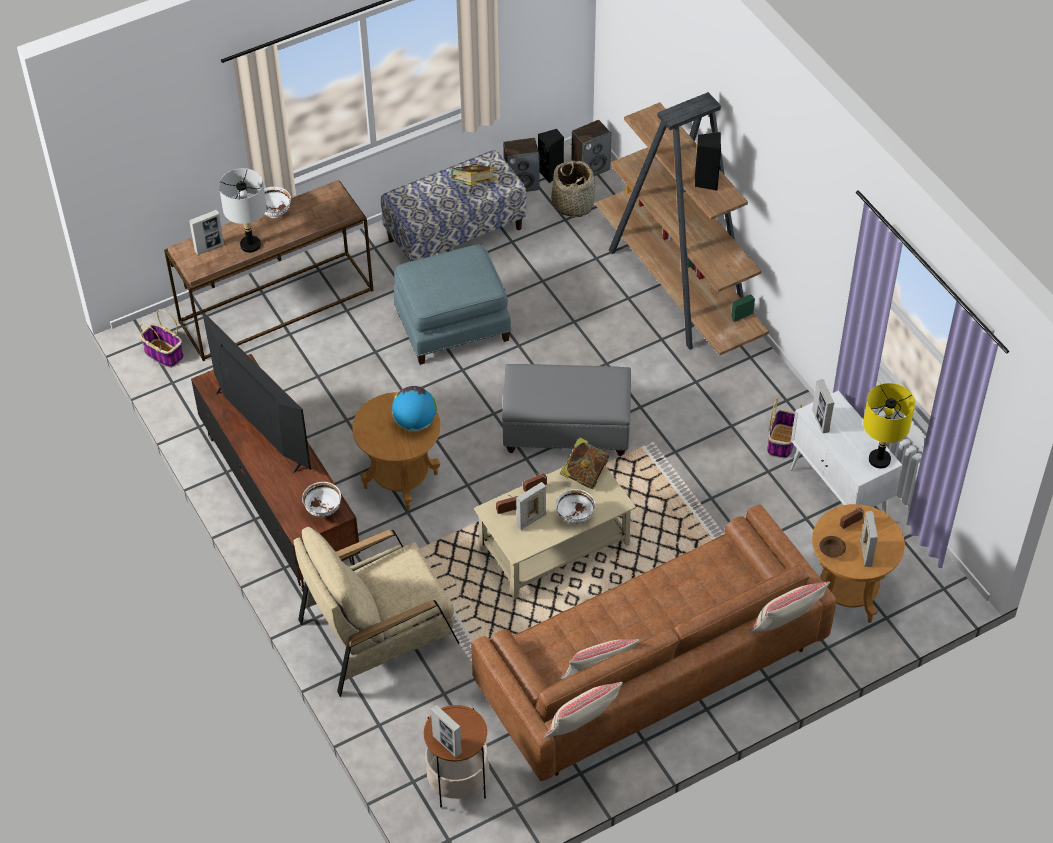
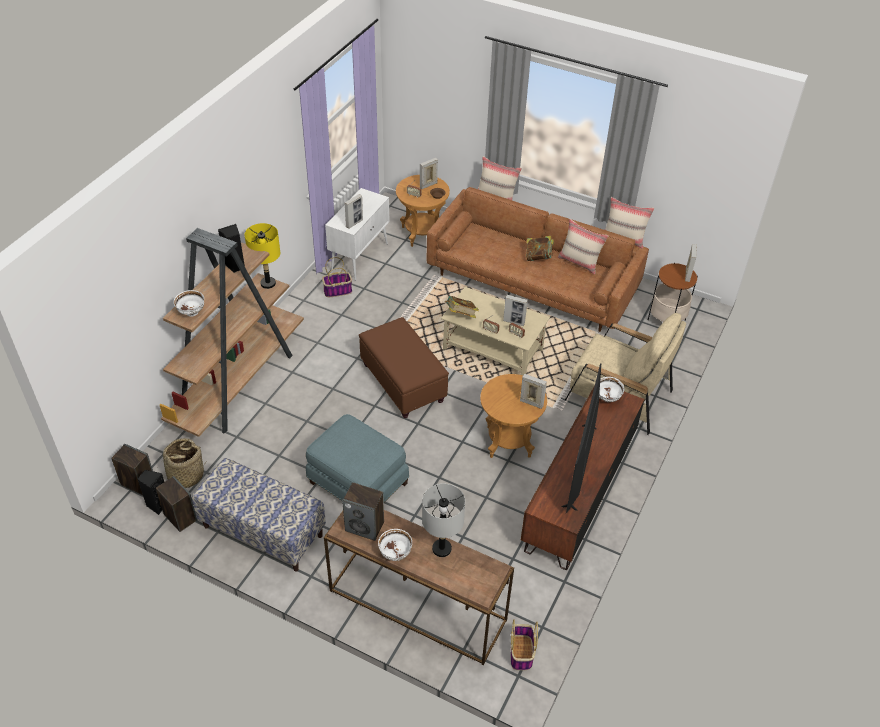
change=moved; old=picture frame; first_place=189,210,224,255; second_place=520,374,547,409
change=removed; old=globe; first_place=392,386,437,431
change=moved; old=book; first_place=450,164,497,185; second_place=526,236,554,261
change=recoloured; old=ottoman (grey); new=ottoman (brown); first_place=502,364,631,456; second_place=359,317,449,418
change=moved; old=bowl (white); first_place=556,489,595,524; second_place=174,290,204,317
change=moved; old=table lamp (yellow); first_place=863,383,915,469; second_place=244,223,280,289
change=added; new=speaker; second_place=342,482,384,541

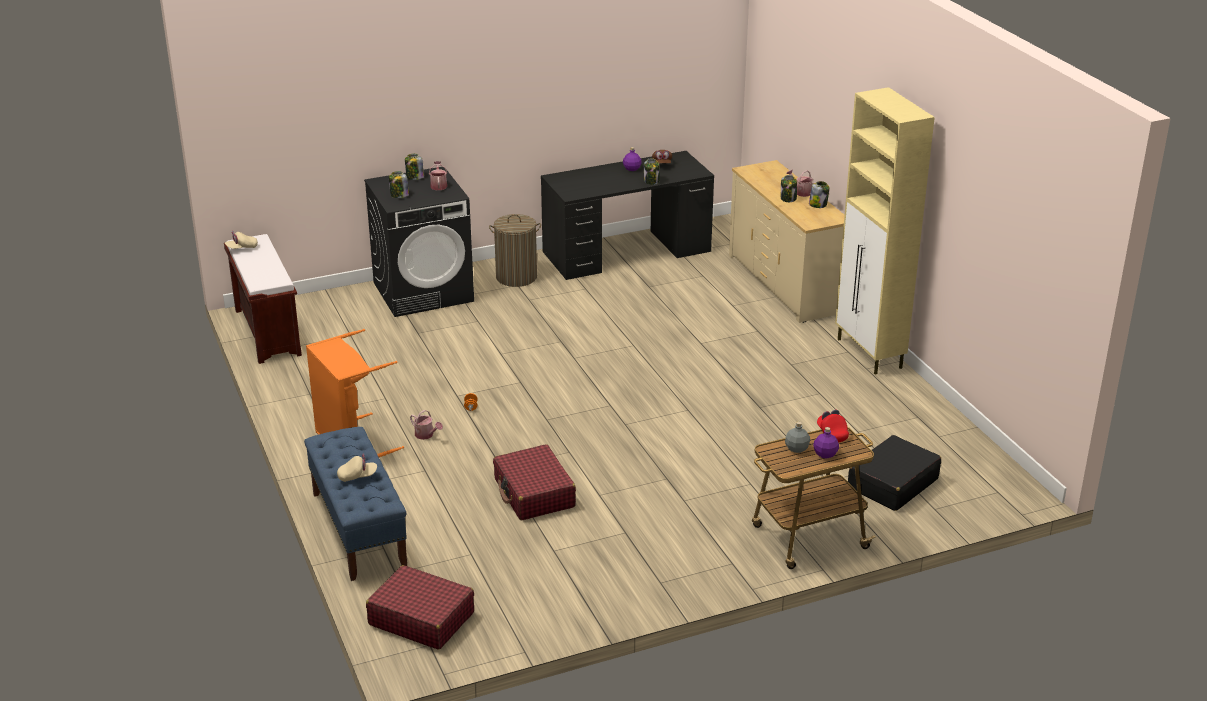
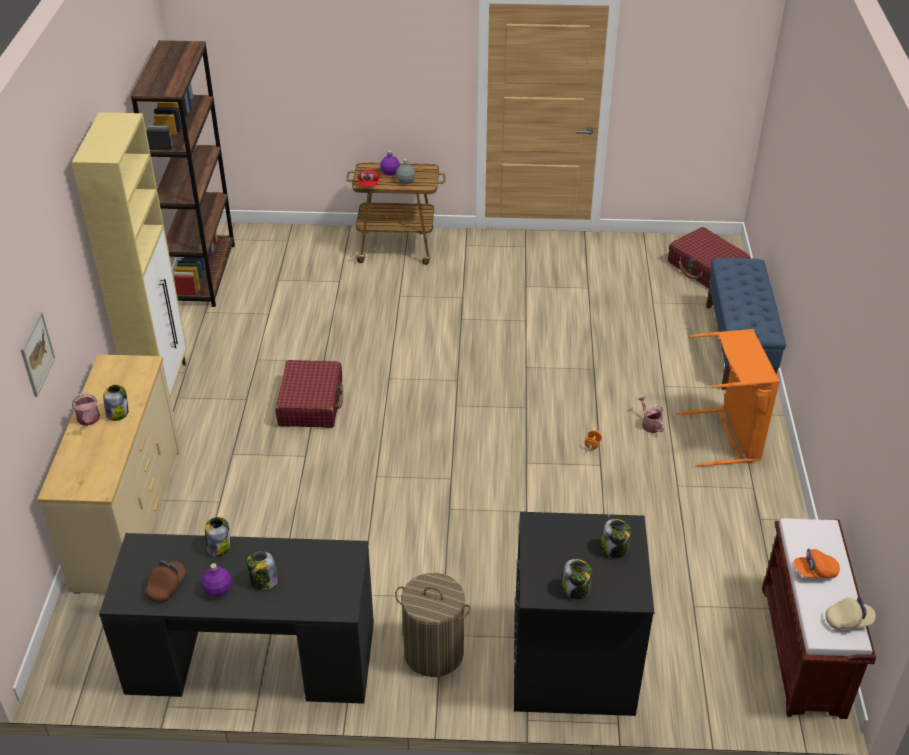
change=removed; old=cap (beige); first_place=337,453,377,482
change=removed; old=watering can; first_place=429,161,447,190
change=moved; old=suitcase (red); first_place=493,444,576,520; second_place=275,360,343,428
change=moved; old=jar; first_place=809,181,830,208; second_place=247,551,278,590
change=removed; old=suitcase (black); first_place=848,435,941,511
change=added; new=picture; second_place=21,312,55,397
change=added; new=bookcase (brown); second_place=130,40,235,307
change=added; new=cap (orange); second_place=794,548,840,578

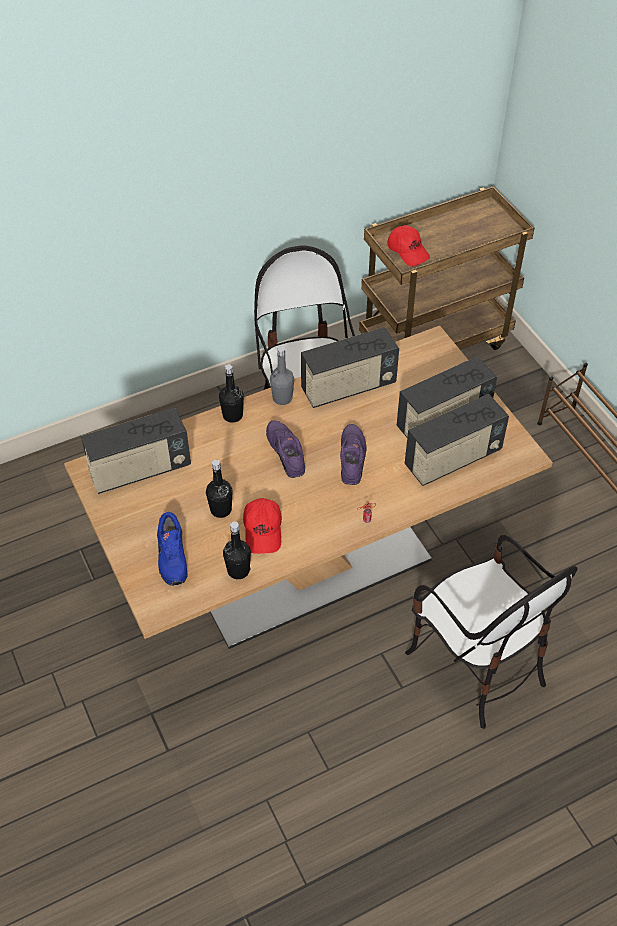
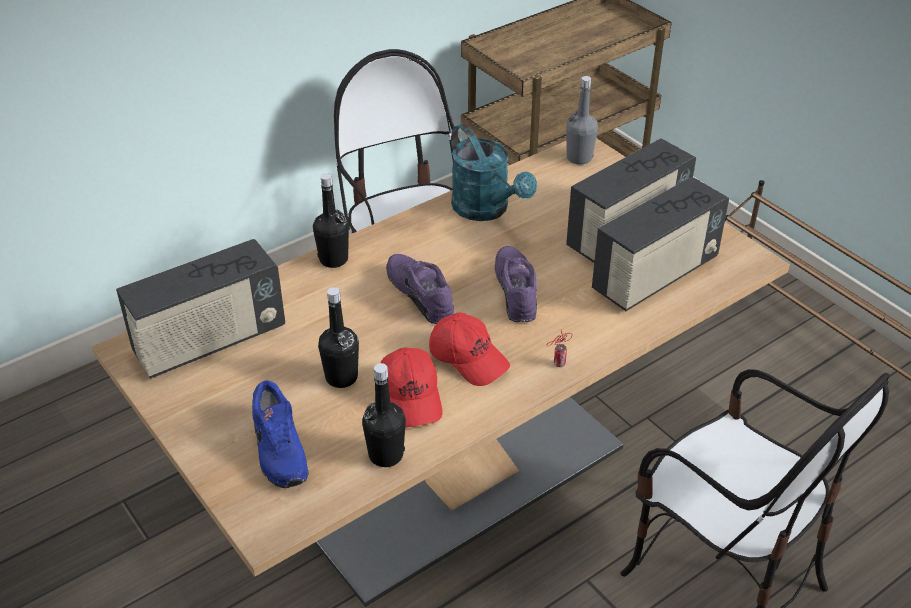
change=moved; old=bottle (grey); first_place=270,347,294,405; second_place=566,76,598,165
change=replaced; old=radio; new=watering can (turquoise); first_place=301,327,399,408; second_place=451,124,537,221
change=moved; old=cap (red); first_place=387,225,430,266; second_place=429,312,510,386

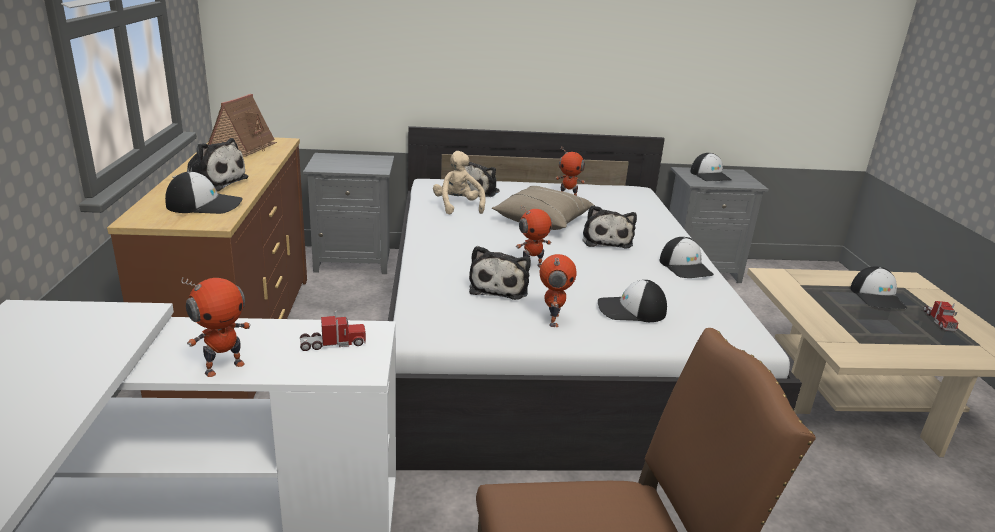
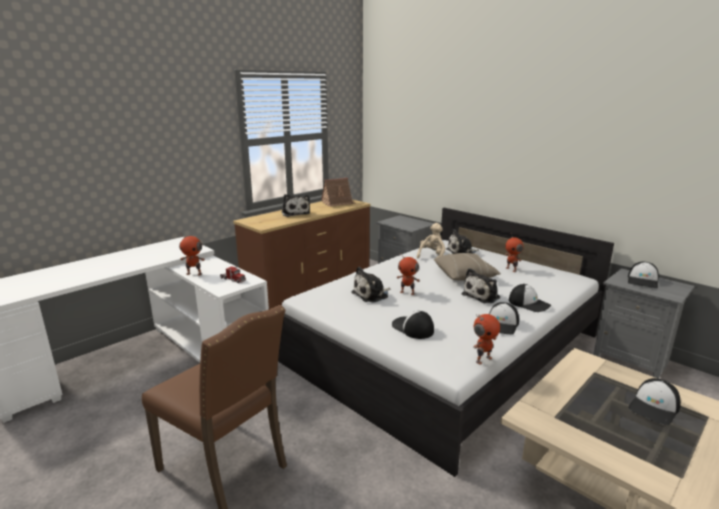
change=moved; old=cap; first_place=165,171,243,214; second_place=509,284,551,312
change=moved; old=toy robot; first_place=540,254,577,327; second_place=473,314,500,364
change=removed; old=toy truck; first_place=923,301,958,331

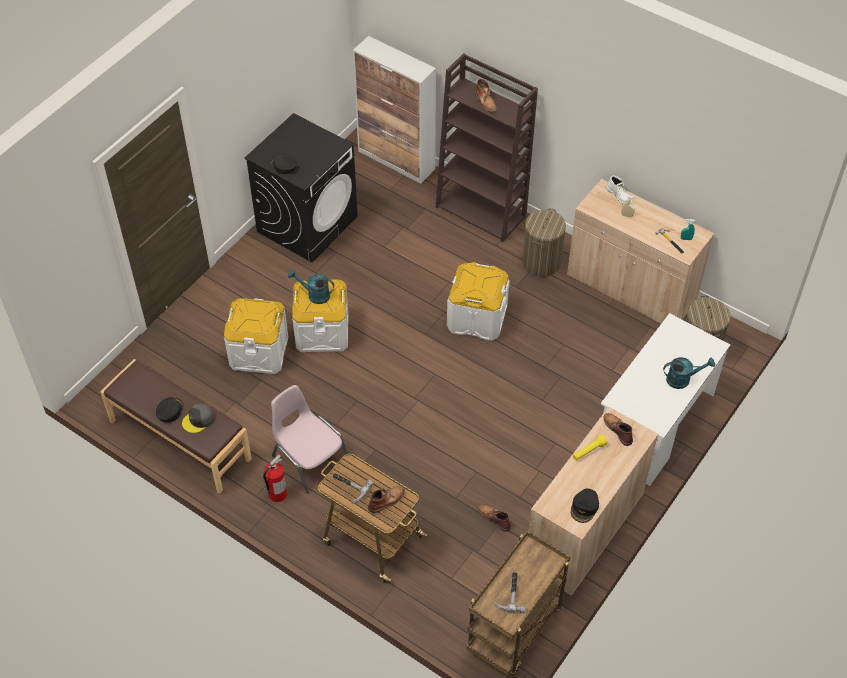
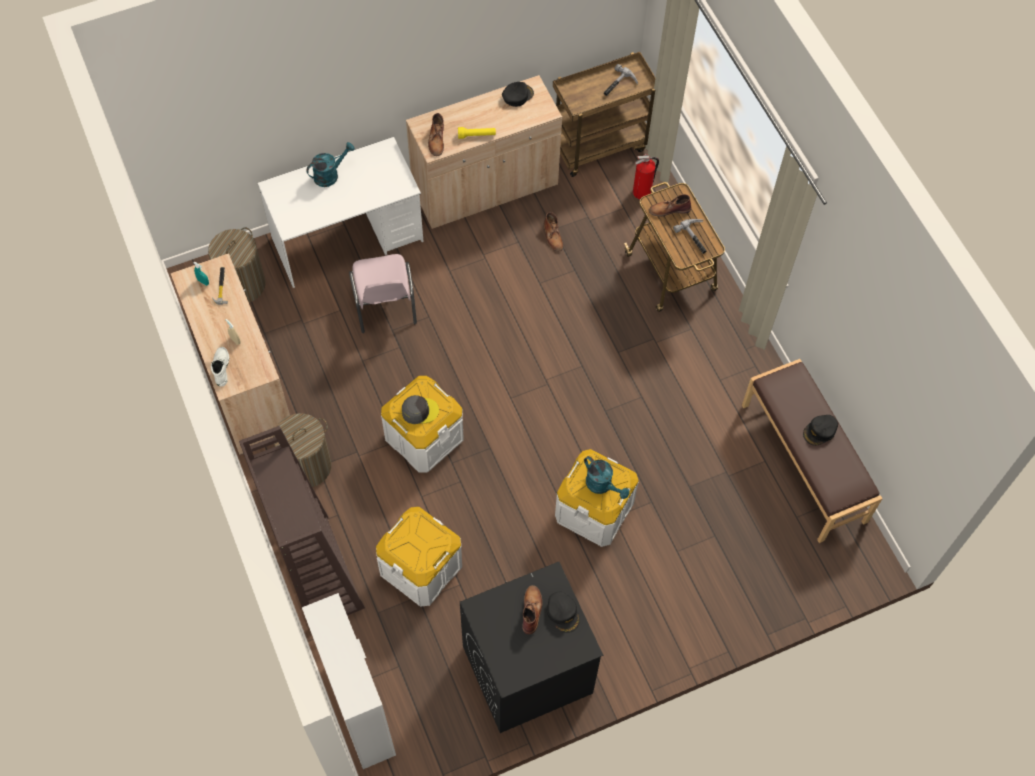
change=moved; old=cap (grey); first_place=182,403,215,433; second_place=402,395,439,424
change=moved; old=storage box (white); first_place=224,298,288,374; second_place=376,507,462,607
change=moved; old=fire extinguisher; first_place=263,454,287,502; second_place=633,154,659,199
change=moved; old=chair (pink); first_place=271,385,348,494; second_place=349,254,417,333
change=moved; old=boot (brown); first_place=475,79,497,112; second_place=522,585,542,635
change=turned; old=watering can (turquoise); first_place=663,357,715,389; second_place=306,142,355,187; degrees=120

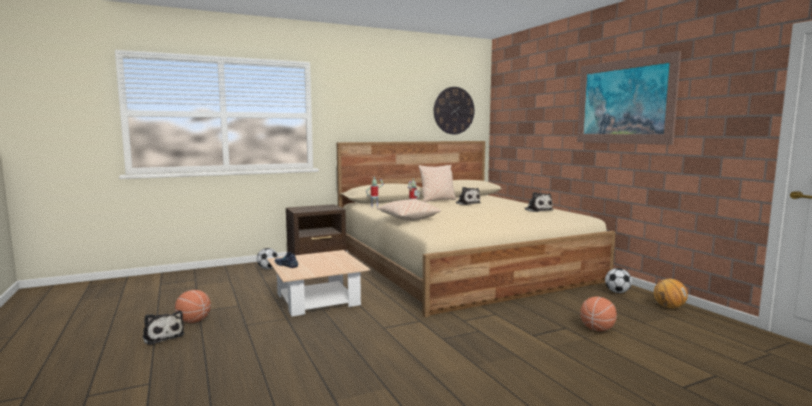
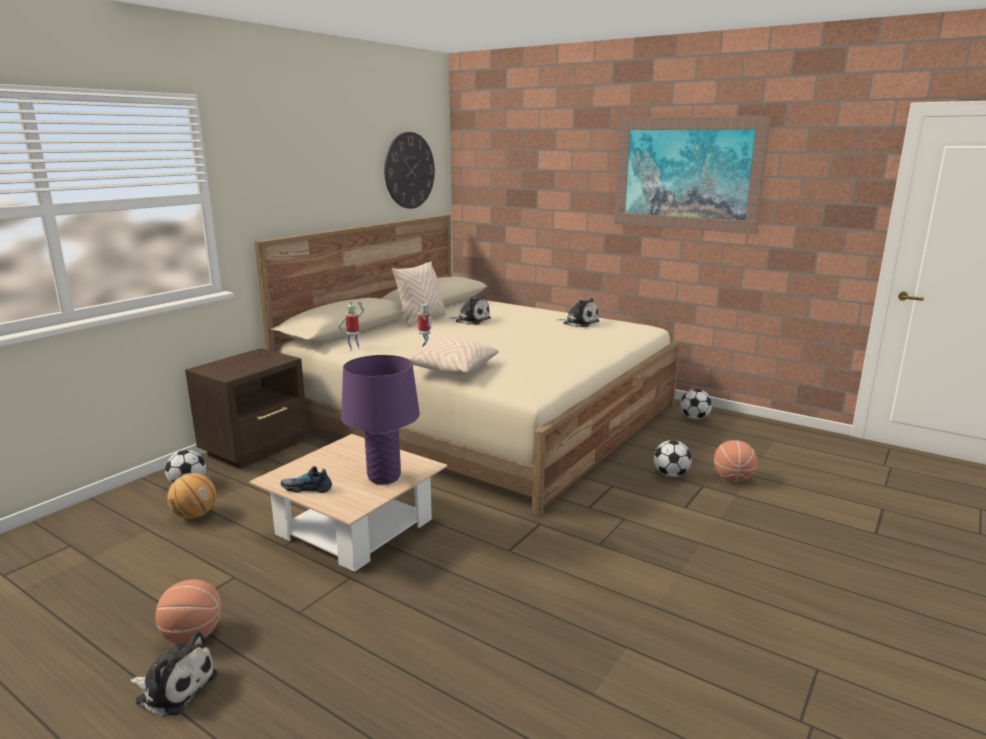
change=moved; old=basketball; first_place=654,279,688,309; second_place=167,473,216,519
change=added; new=table lamp (purple); second_place=341,355,420,484
change=added; new=football; second_place=654,440,692,477

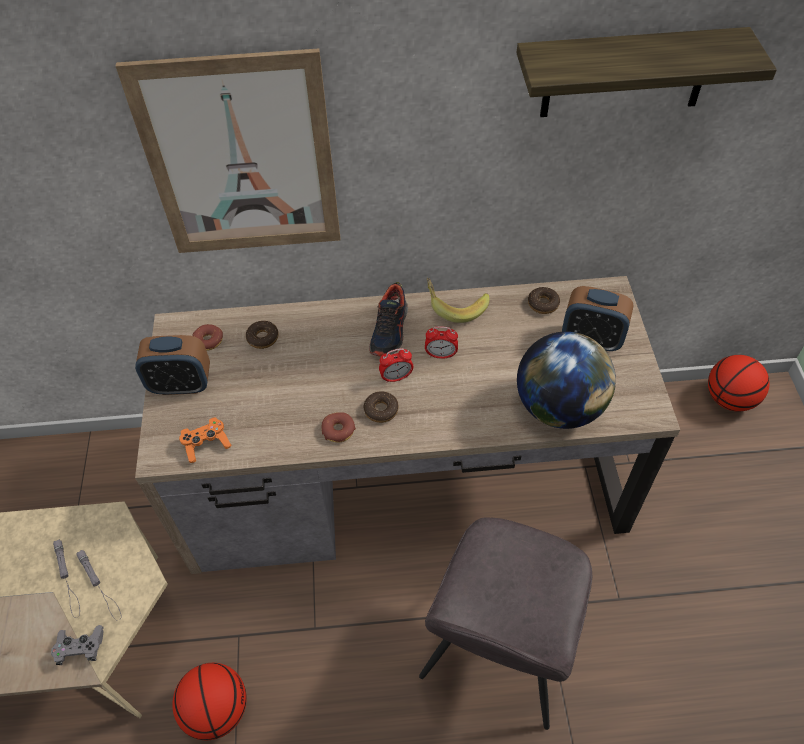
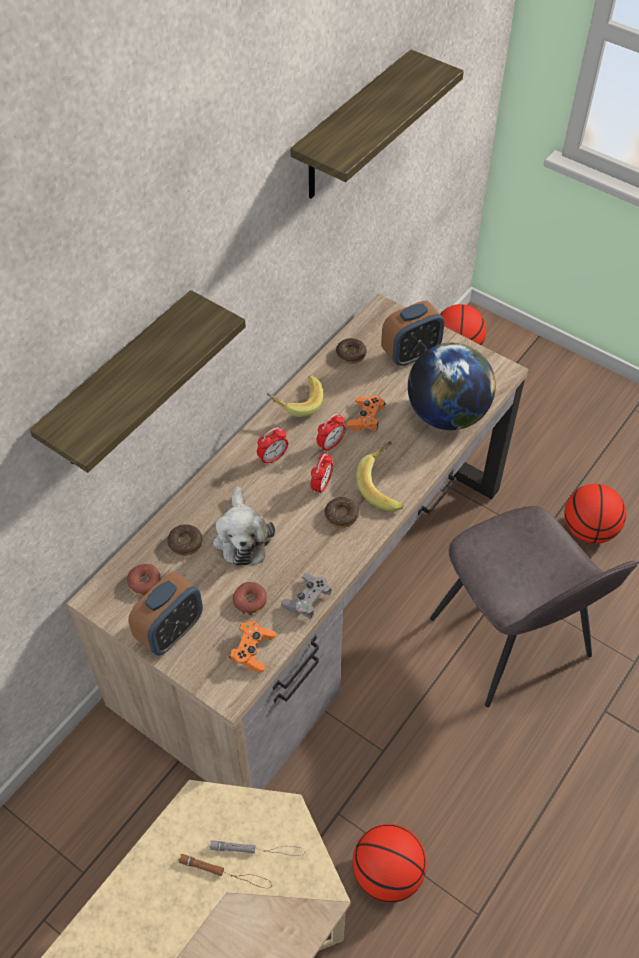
change=moved; old=game controller (grey); first_place=51,625,104,665; second_place=281,573,332,619
change=recoloured; old=flashlight (grey); new=flashlight (brown); first_place=53,540,80,618; second_place=179,854,270,888
change=replaced; old=picture; new=shelf; first_place=116,48,341,253; second_place=29,290,246,473
change=moved; old=donut; first_place=322,412,356,442; second_place=233,582,267,615
change=replaced; old=shoe; new=alarm clock; first_place=369,282,408,357; second_place=257,427,288,465
change=added; new=plush toy; second_place=213,487,275,566
change=added; new=game controller (orange); second_place=347,395,386,431
change=added; new=banana; second_place=356,441,404,512
change=added; new=basketball; second_place=564,484,626,544

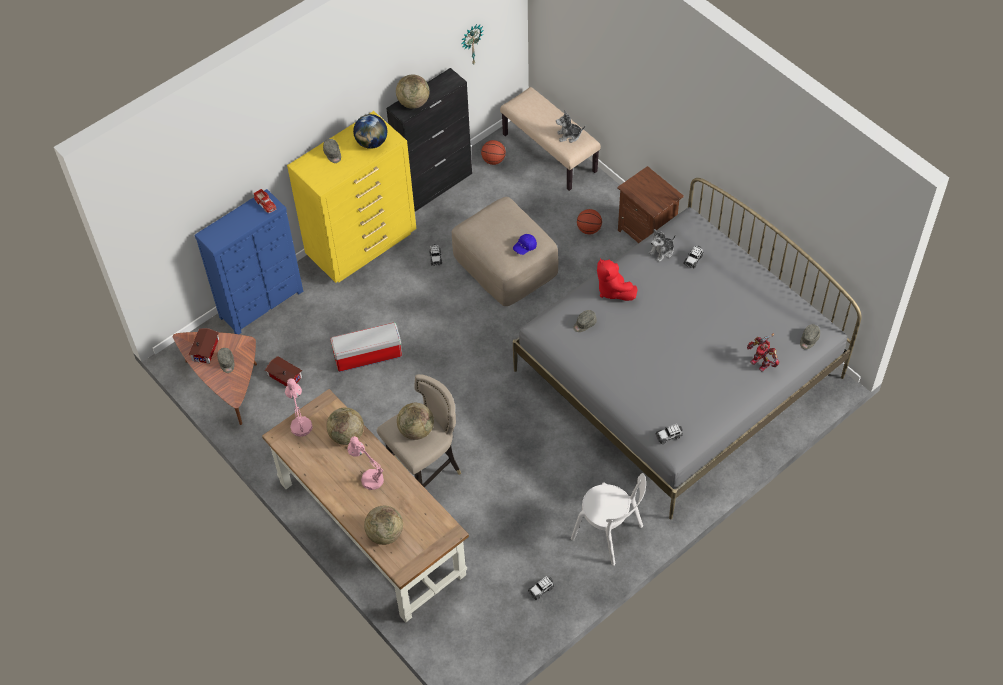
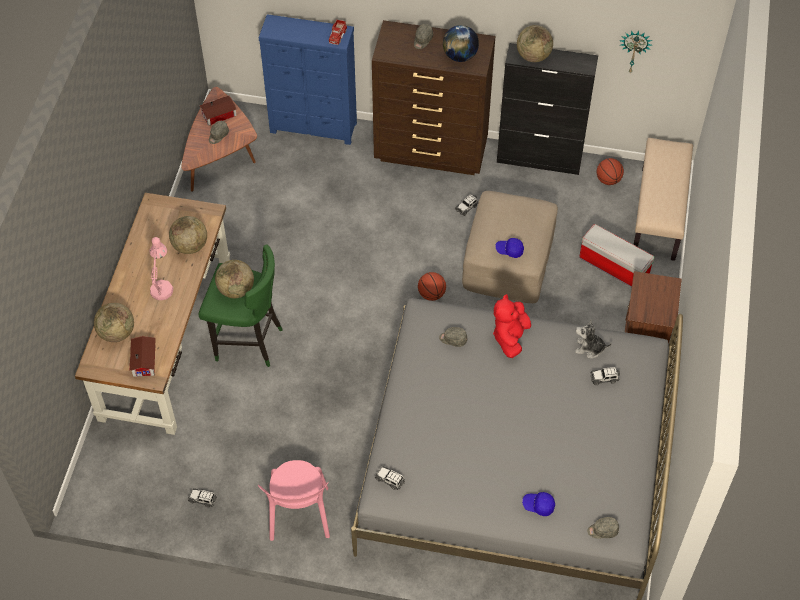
change=moved; old=toy house; first_place=265,356,303,387; second_place=130,336,156,377
change=removed; old=table lamp (pink); first_place=285,378,313,437
change=recoloured; old=dresser (yellow); new=dresser (brown); first_place=287,111,416,283; second_place=372,20,495,175
change=moved; old=storage box; first_place=330,322,402,372; second_place=579,224,654,287
change=recoloured; old=stool (beige); new=stool (green); first_place=377,374,461,488; second_place=199,244,283,367
change=removed; old=plush toy; first_place=556,111,586,143
change=recoloured; old=chair (white); new=chair (pink); first_place=571,473,646,566; second_place=258,460,330,541
change=moved; old=basketball; first_place=577,209,602,234; second_place=418,272,446,301
change=replaced; old=toy robot; new=cap (blue); first_place=747,334,779,371; second_place=522,492,555,516

